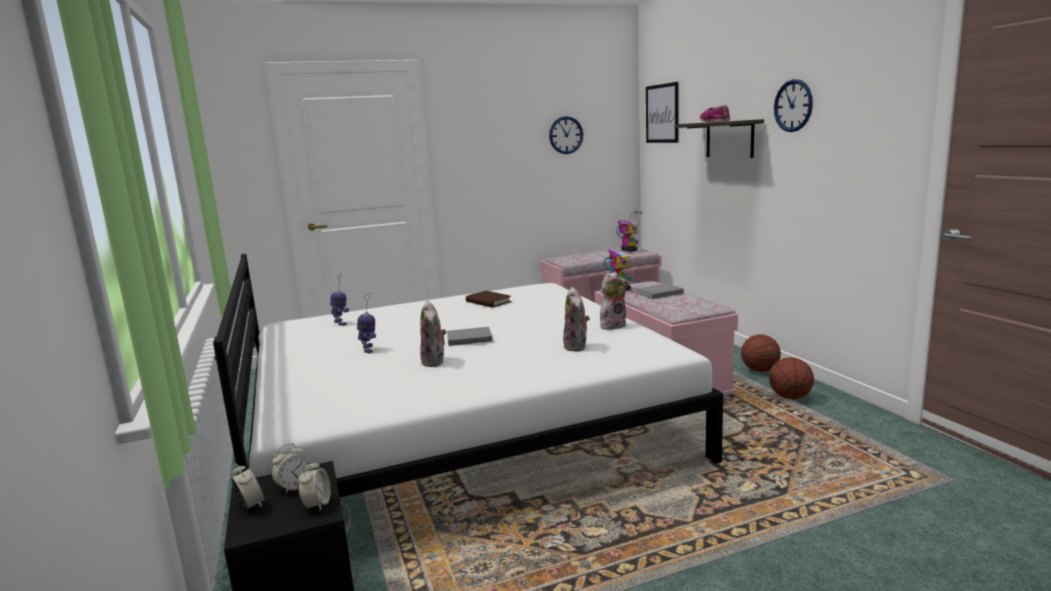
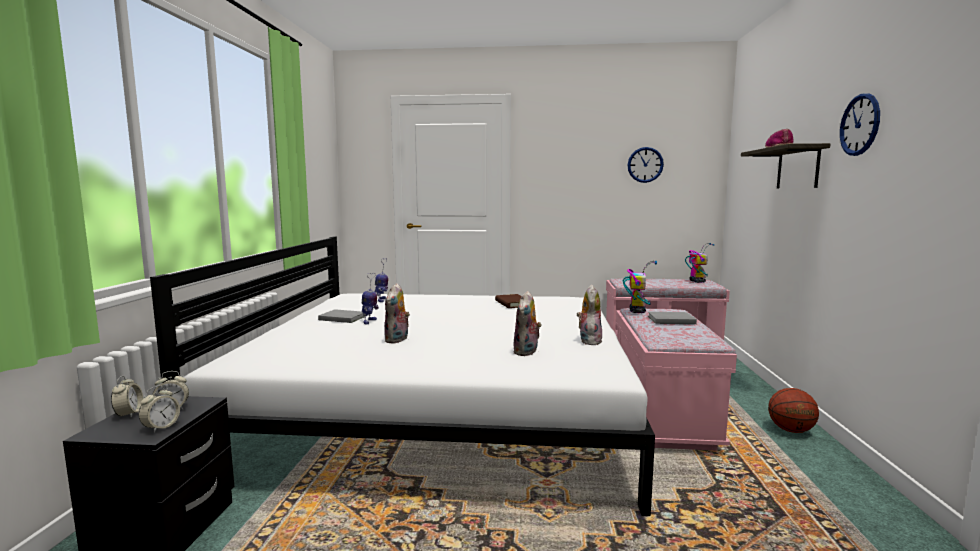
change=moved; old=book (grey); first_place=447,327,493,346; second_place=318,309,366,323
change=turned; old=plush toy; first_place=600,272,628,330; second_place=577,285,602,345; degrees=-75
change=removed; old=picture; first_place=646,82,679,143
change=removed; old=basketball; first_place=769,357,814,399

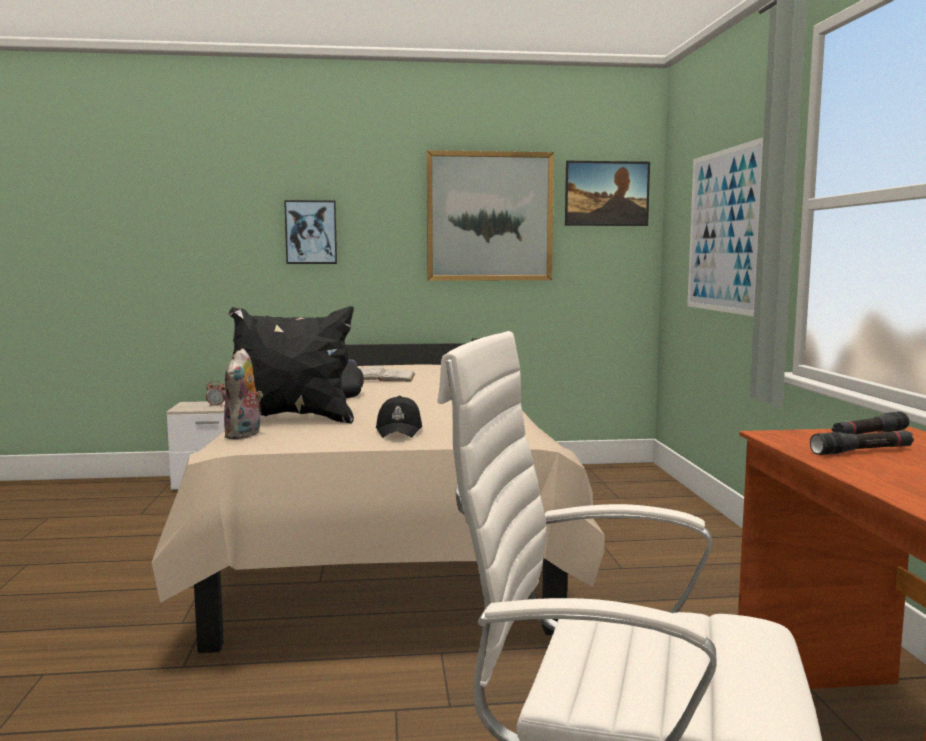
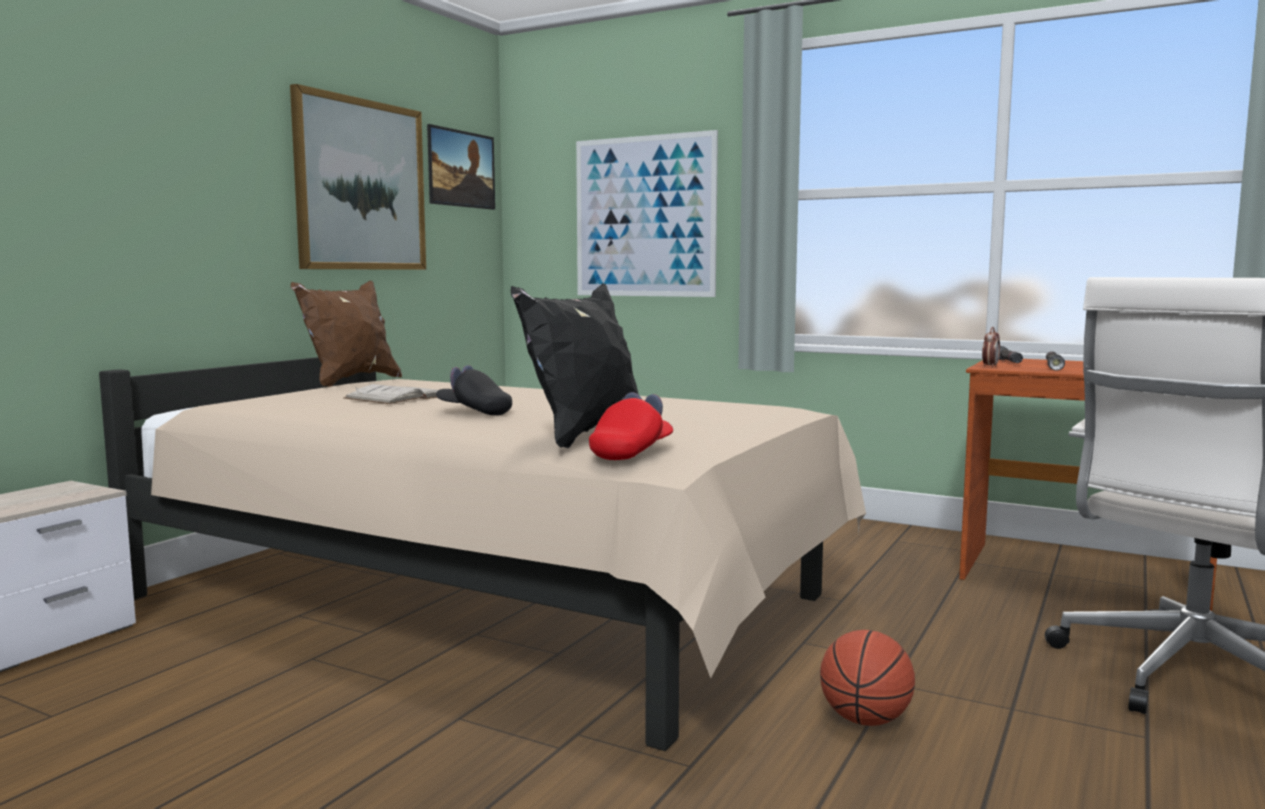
change=moved; old=alarm clock; first_place=206,381,226,407; second_place=982,327,1000,368
change=replaced; old=plush toy; new=cap (red); first_place=224,348,263,439; second_place=589,392,673,460
change=removed; old=picture; first_place=284,200,337,264
change=removed; old=cap (black); first_place=376,396,422,438
change=added; new=pillow (brown); second_place=291,281,402,387
change=added; new=basketball; second_place=820,630,915,726

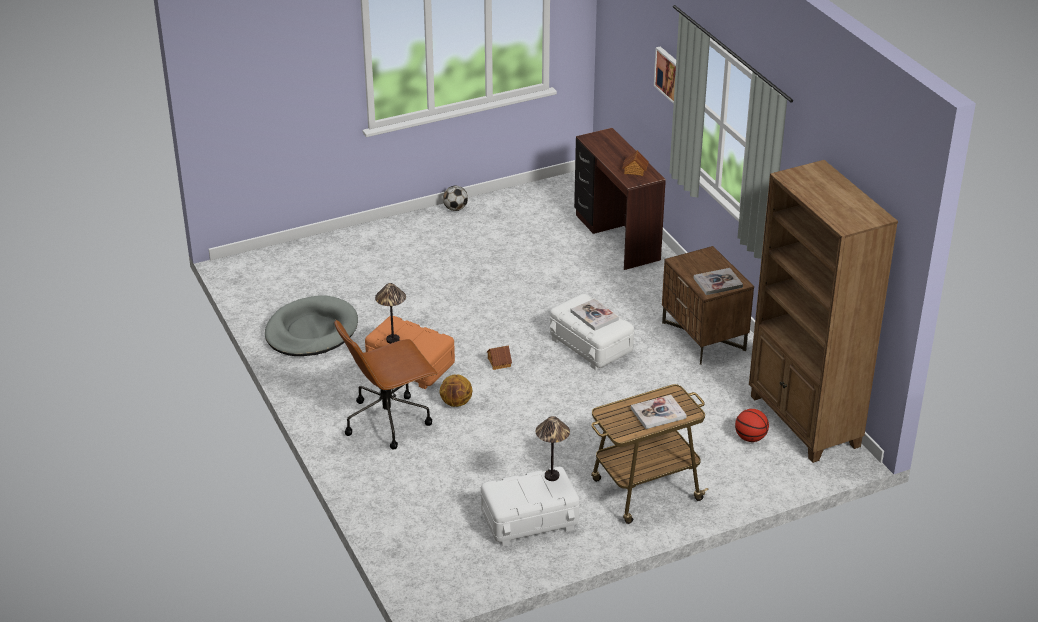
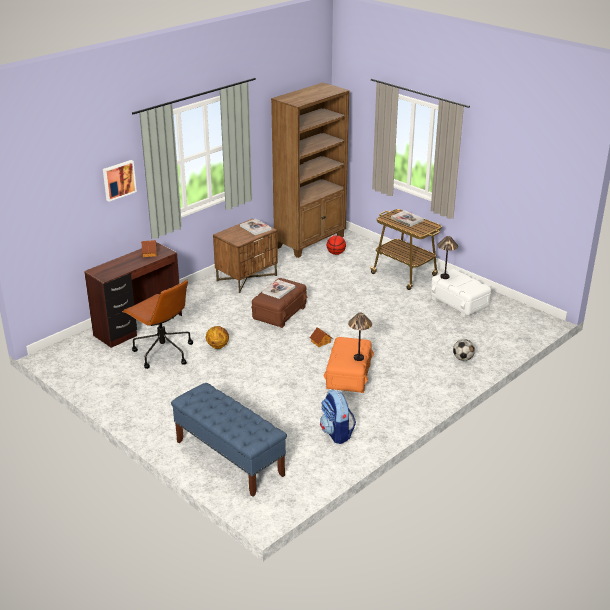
change=replaced; old=dog bed (grey); new=backpack; first_place=265,295,358,356; second_place=320,389,356,444
change=moved; old=office chair (brown); first_place=334,319,438,450; second_place=122,279,193,369
change=moved; old=basketball; first_place=439,375,472,407; second_place=206,326,229,349
change=moved; old=football; first_place=443,186,468,211; second_place=453,339,475,361
change=recoloured; old=storage box (white); new=storage box (brown); first_place=550,294,634,370; second_place=251,278,307,328
change=added; new=bench (blue); second_place=171,383,287,497

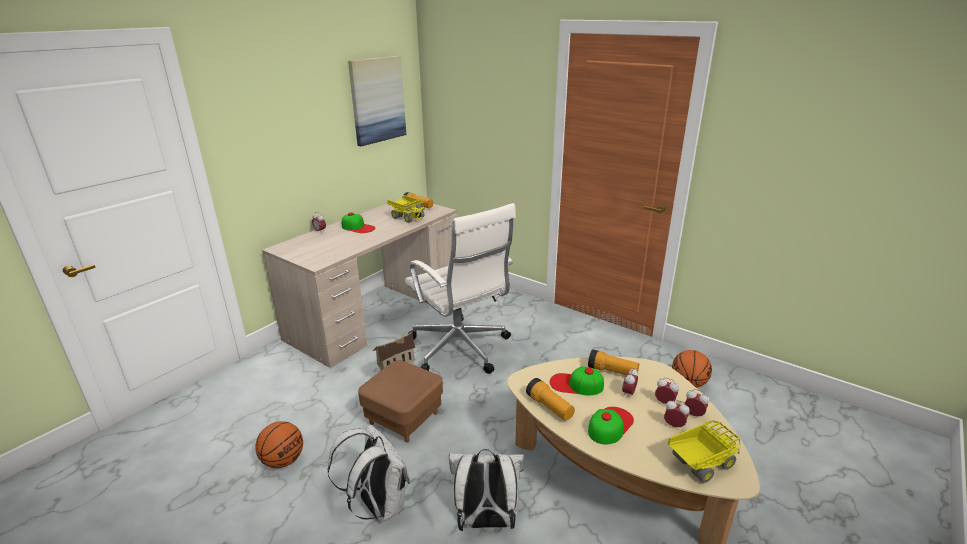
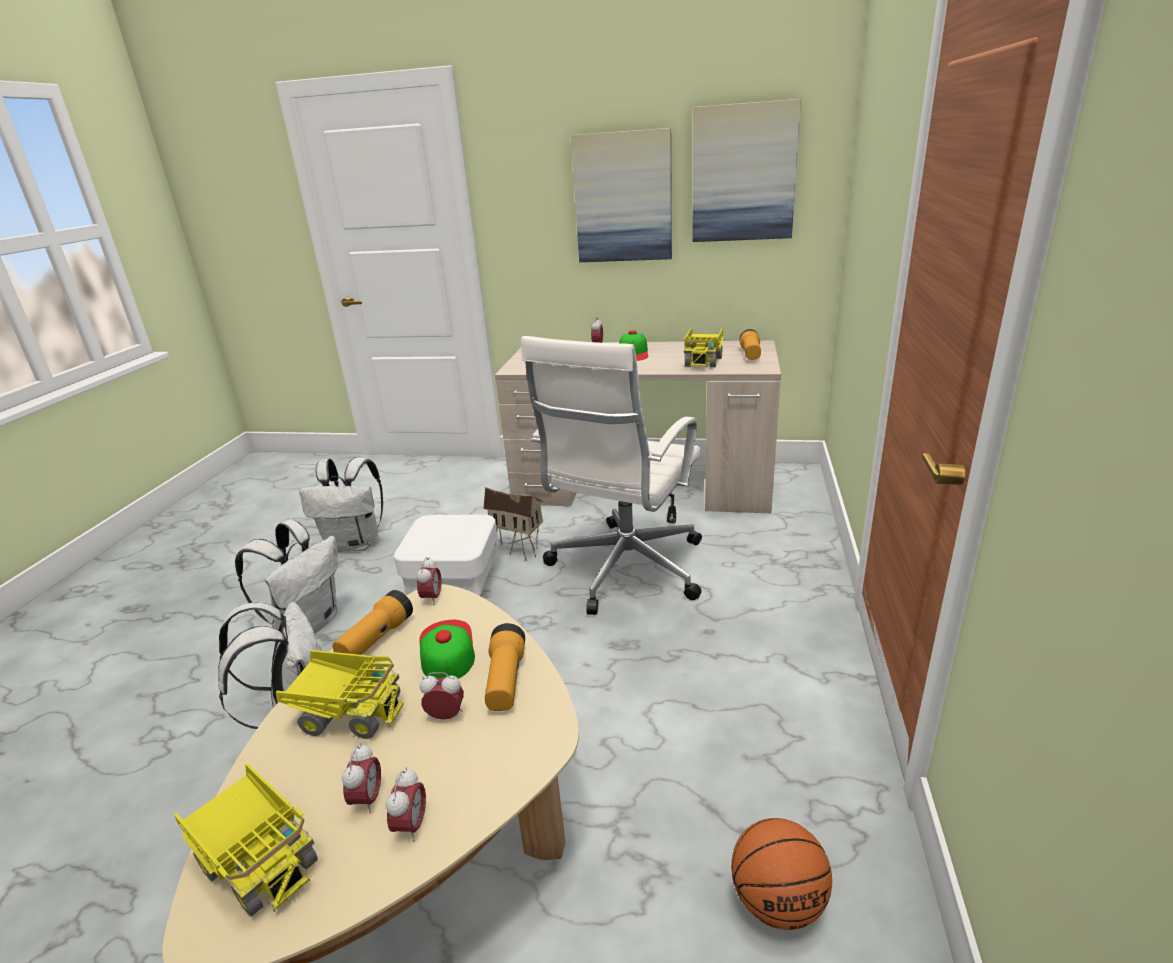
change=replaced; old=basketball; new=backpack (white); first_place=255,421,303,468; second_place=299,458,383,552
change=recoloured; old=ottoman (brown); new=ottoman (white); first_place=358,360,443,442; second_place=394,515,498,595
change=replaced; old=cap; new=toy truck; first_place=588,407,634,445; second_place=276,650,405,739
change=moved; old=alarm clock; first_place=655,378,679,404; second_place=416,557,442,605
change=added; new=picture; second_place=571,128,672,262

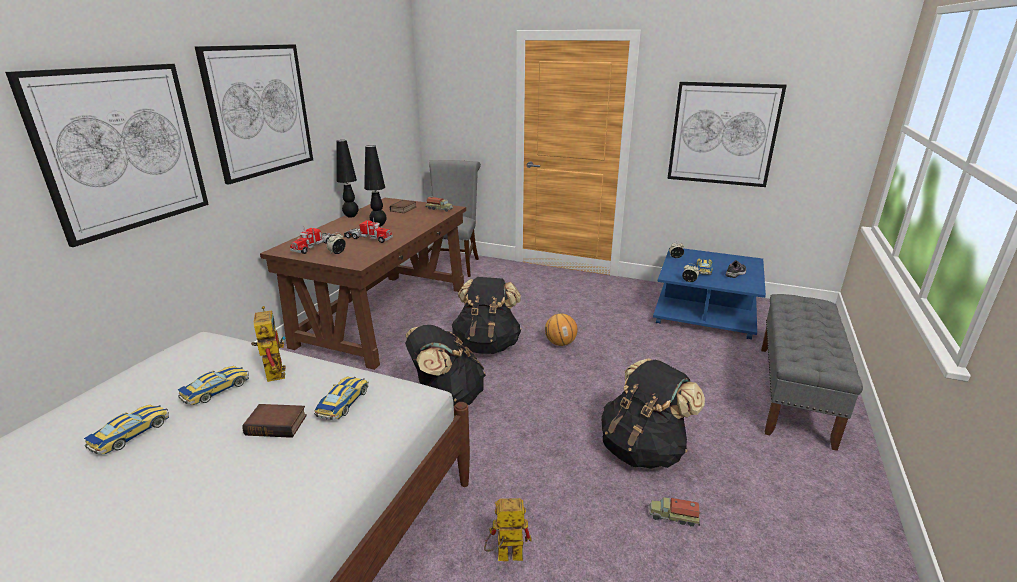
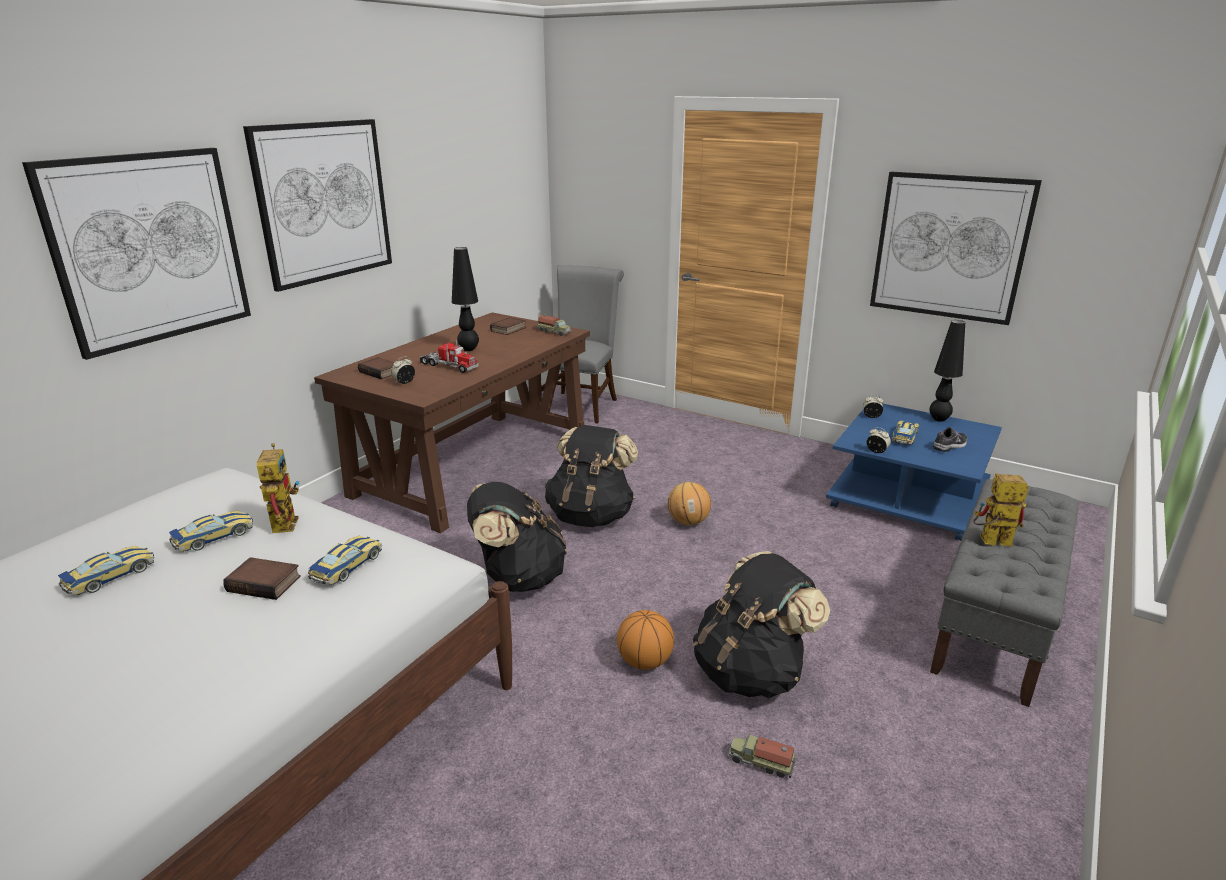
change=replaced; old=toy truck; new=book; first_place=290,226,336,254; second_place=358,357,395,379
change=moved; old=table lamp (black); first_place=337,140,359,218; second_place=929,320,965,422
change=moved; old=toy robot; first_place=484,498,532,561; second_place=973,473,1029,547
change=added; new=basketball; second_place=617,610,674,670

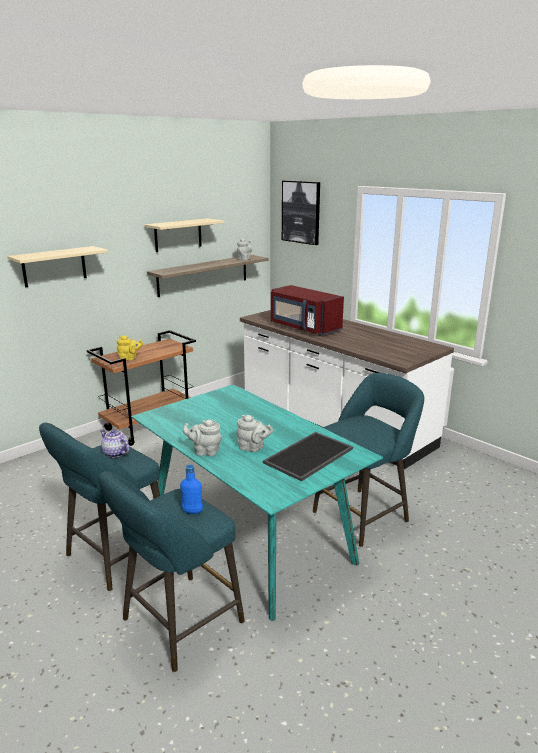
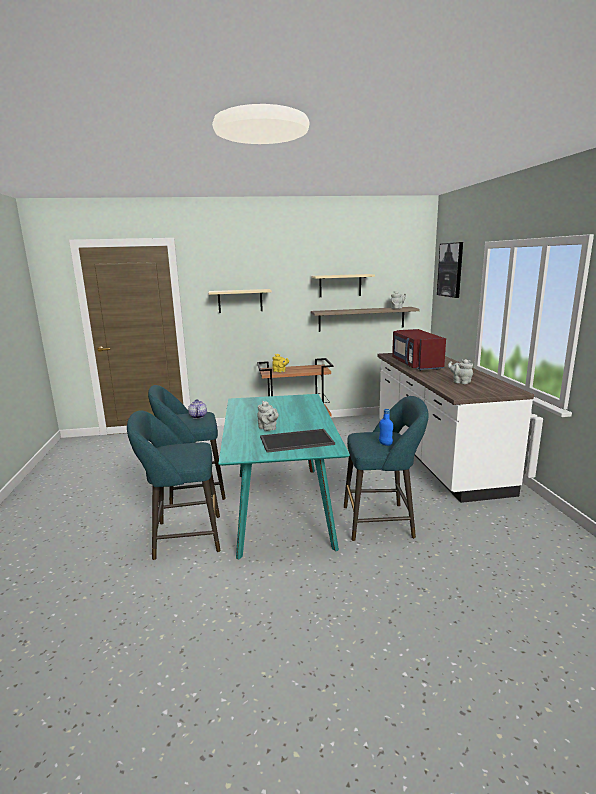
change=moved; old=bottle (blue); first_place=180,465,203,514; second_place=379,409,393,446
change=moved; old=teapot (grey); first_place=183,419,222,456; second_place=448,359,473,384

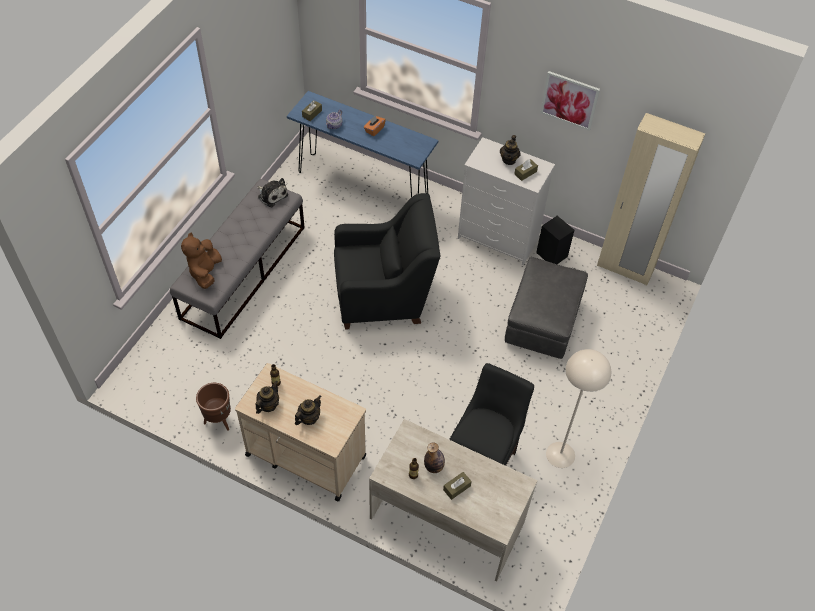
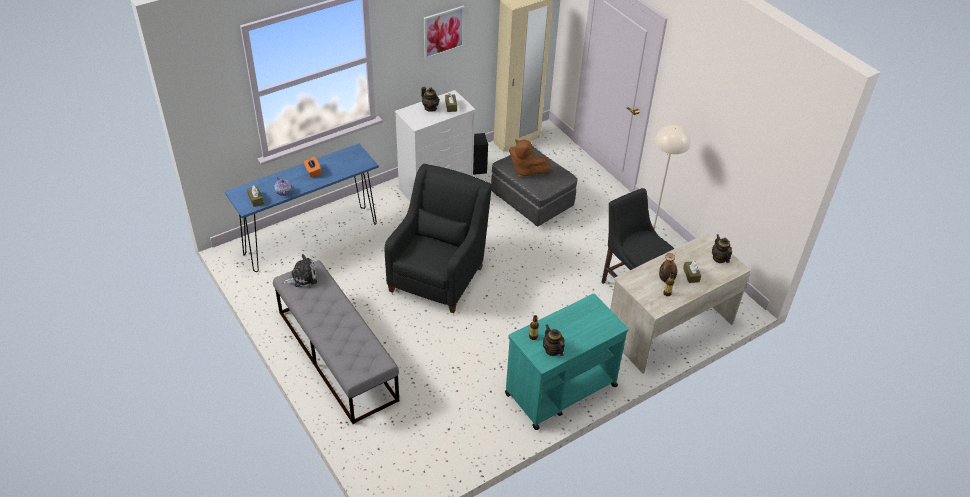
change=moved; old=plush toy (brown); first_place=181,232,222,289; second_place=509,139,550,178
change=removed; old=planter (brown); first_place=196,383,231,431
change=recoloured; old=cart (beige); new=cart (turquoise); first_place=235,363,366,501; second_place=505,294,629,430
change=moved; old=teapot; first_place=295,395,322,425; second_place=712,234,732,263

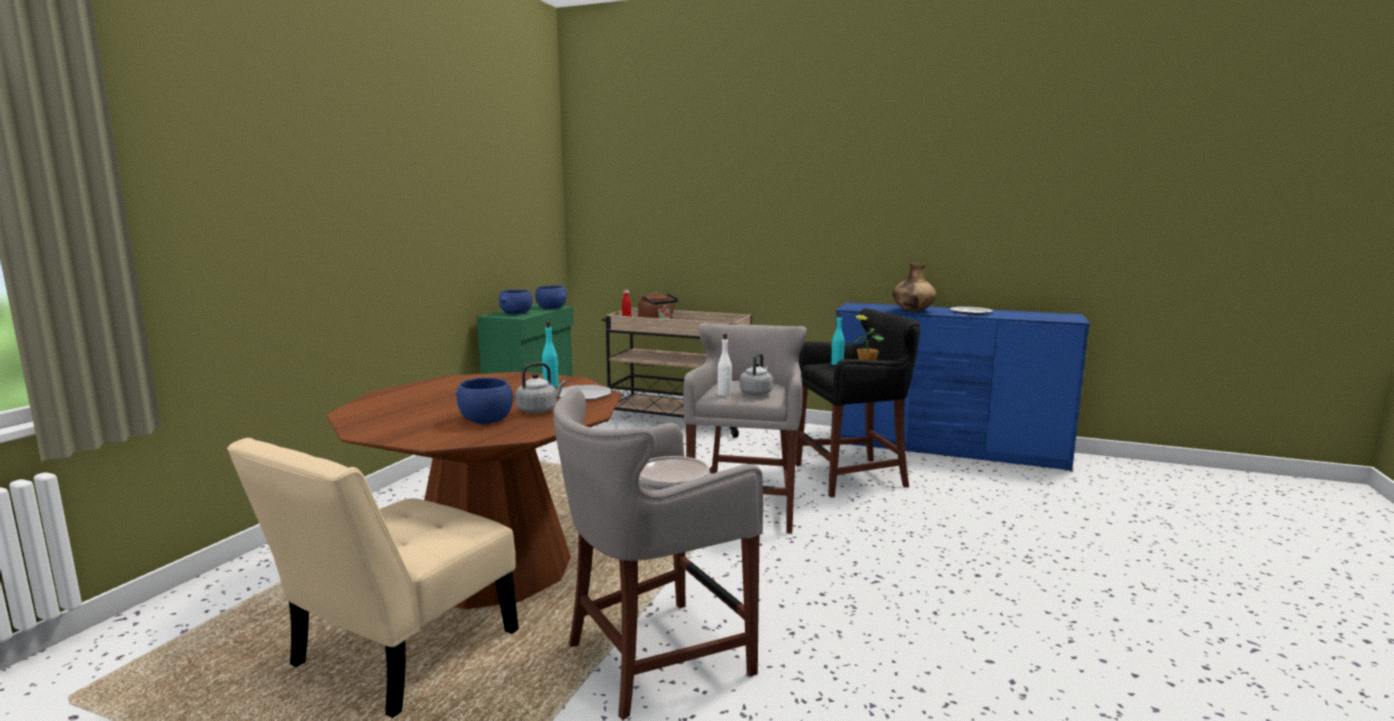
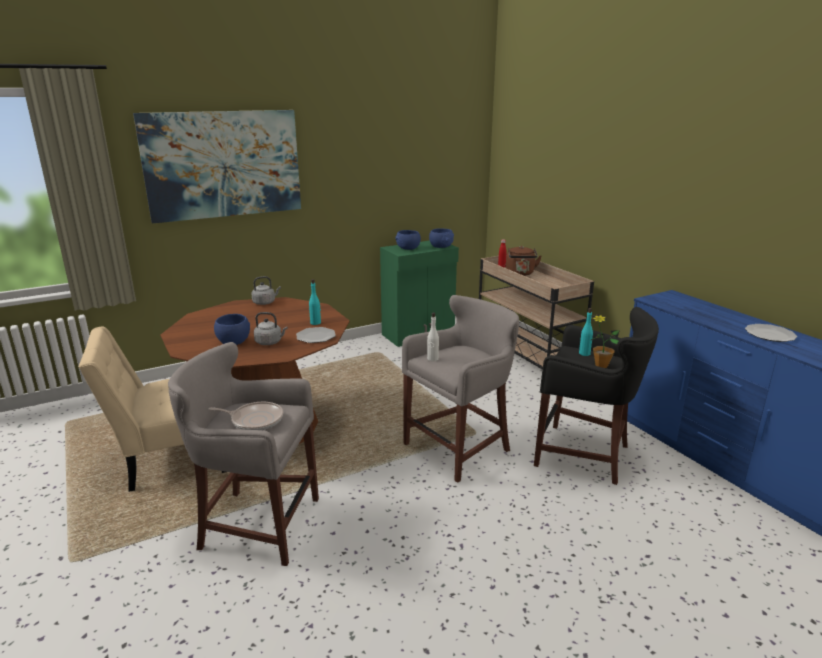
change=moved; old=kettle (grey); first_place=740,353,773,396; second_place=251,276,281,305
change=removed; old=vase (brown); first_place=893,263,936,311
change=added; new=picture; second_place=133,110,301,223

